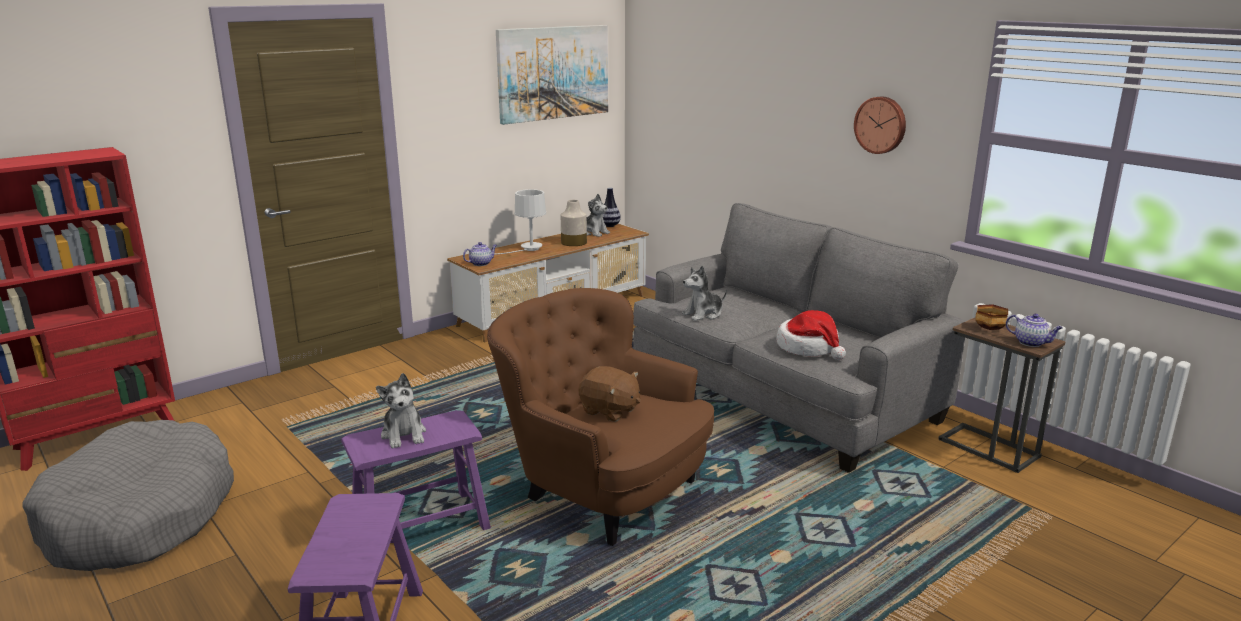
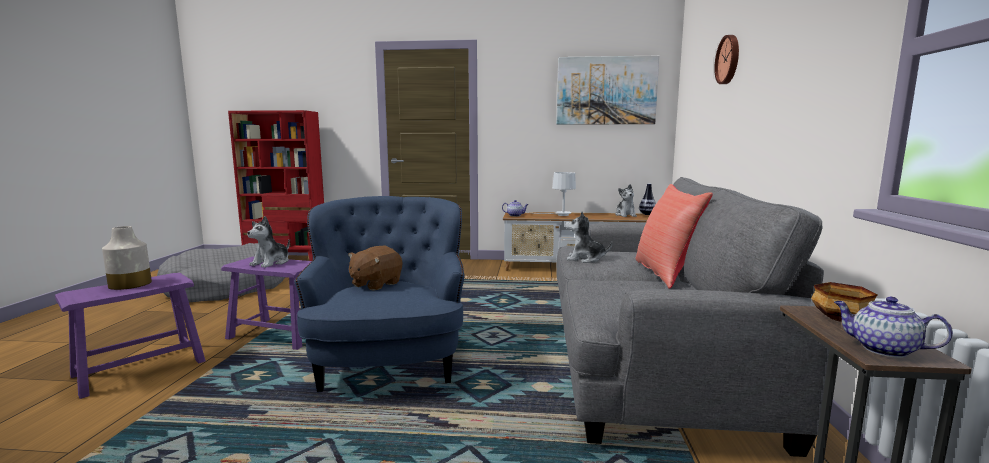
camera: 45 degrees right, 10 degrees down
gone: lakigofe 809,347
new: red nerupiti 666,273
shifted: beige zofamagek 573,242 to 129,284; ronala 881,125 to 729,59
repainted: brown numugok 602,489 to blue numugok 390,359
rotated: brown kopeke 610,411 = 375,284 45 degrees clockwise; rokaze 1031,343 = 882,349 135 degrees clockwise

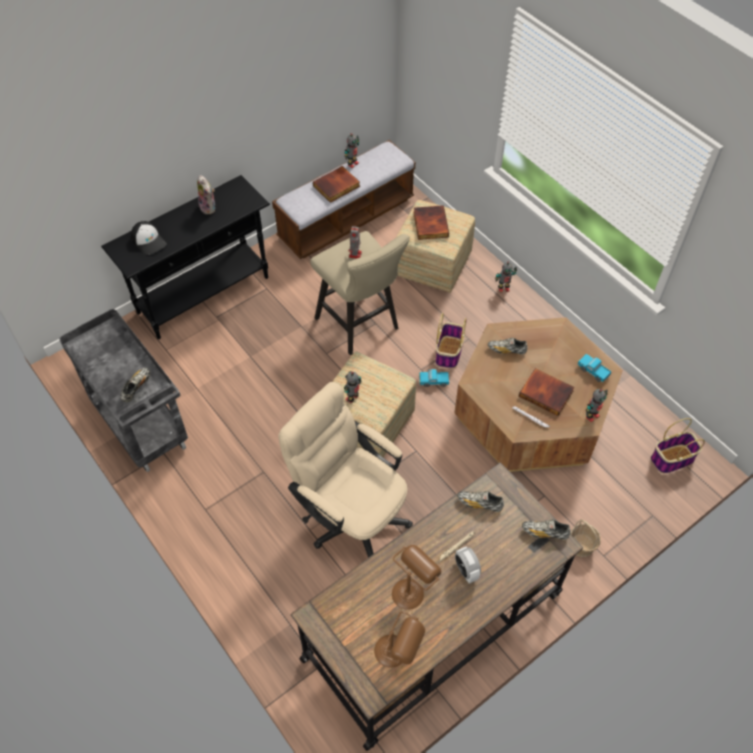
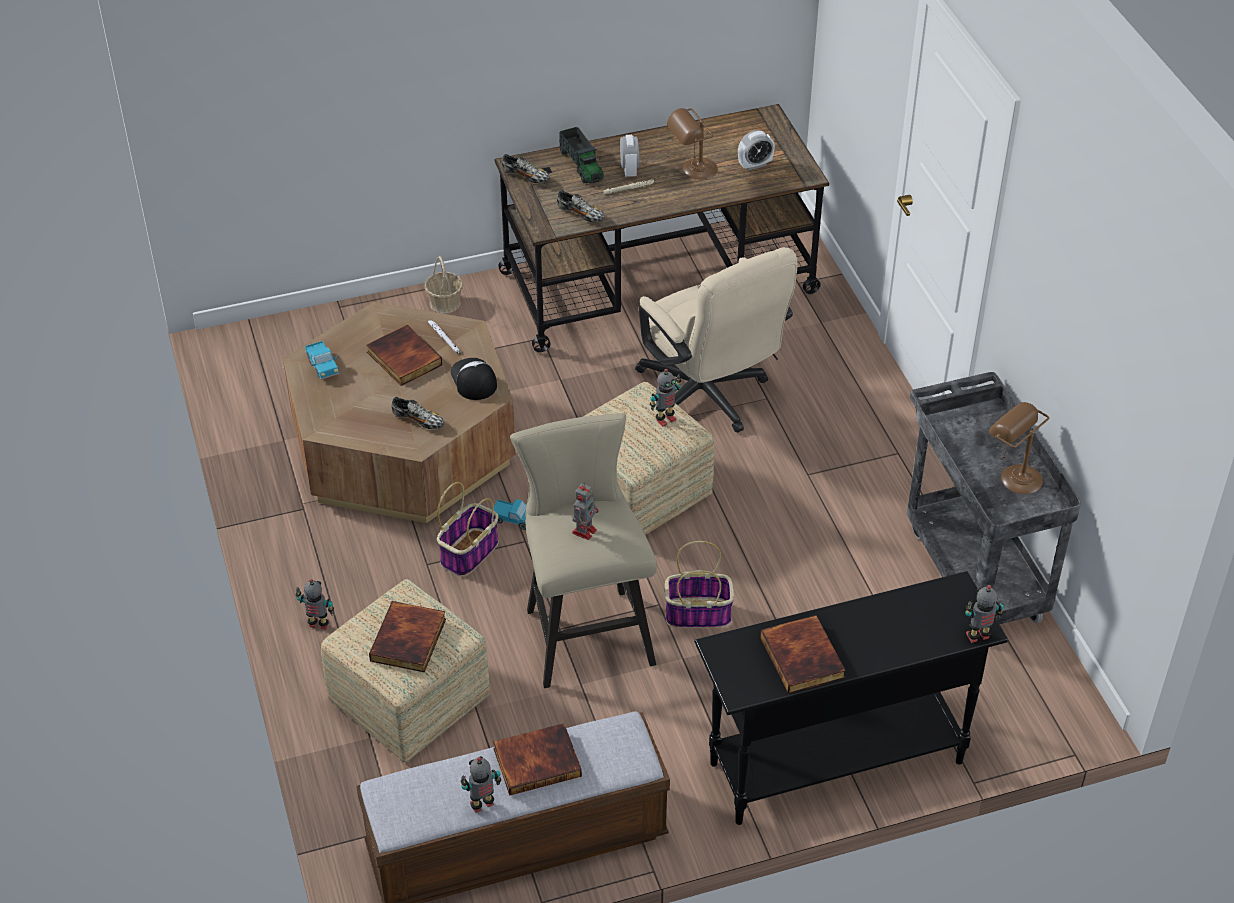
camera: 160 degrees left, 10 degrees down
gone: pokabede 136,387
new: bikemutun 581,165; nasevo 755,165
shifted: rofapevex 149,241 to 473,380; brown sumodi 398,653 to 1013,475; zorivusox 591,416 to 978,637; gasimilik 671,459 to 699,614
swapped: kopeke 209,207 to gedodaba 804,657

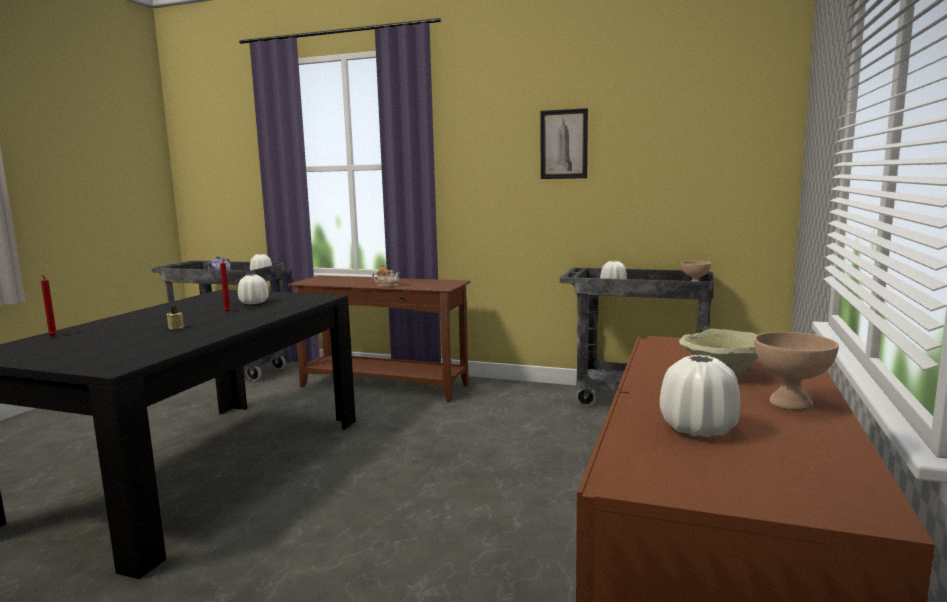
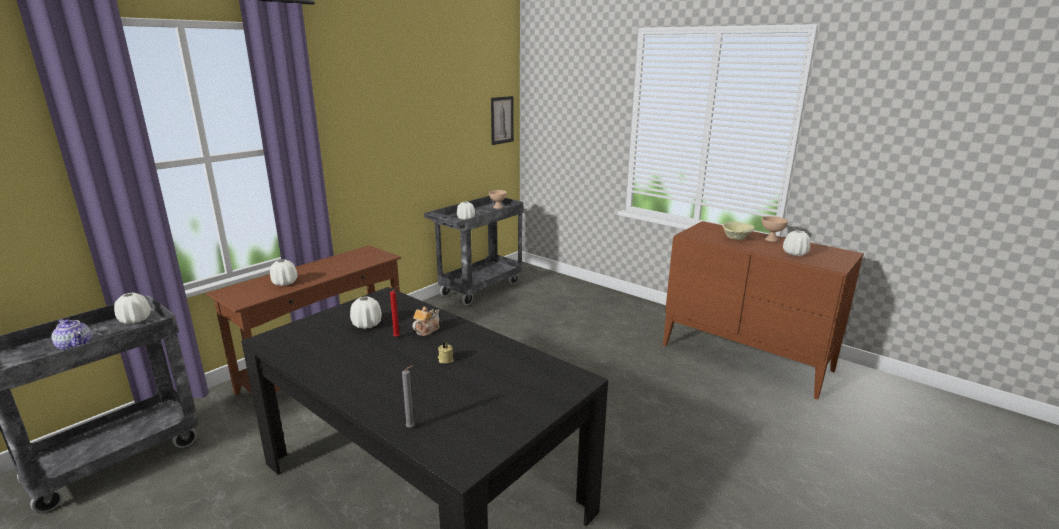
camera: 70 degrees left, 10 degrees up
new: white zofamagek 285,283
shifted: rokaze 387,285 to 426,330; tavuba 564,144 to 502,120
repainted: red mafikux 52,336 to grey mafikux 411,427

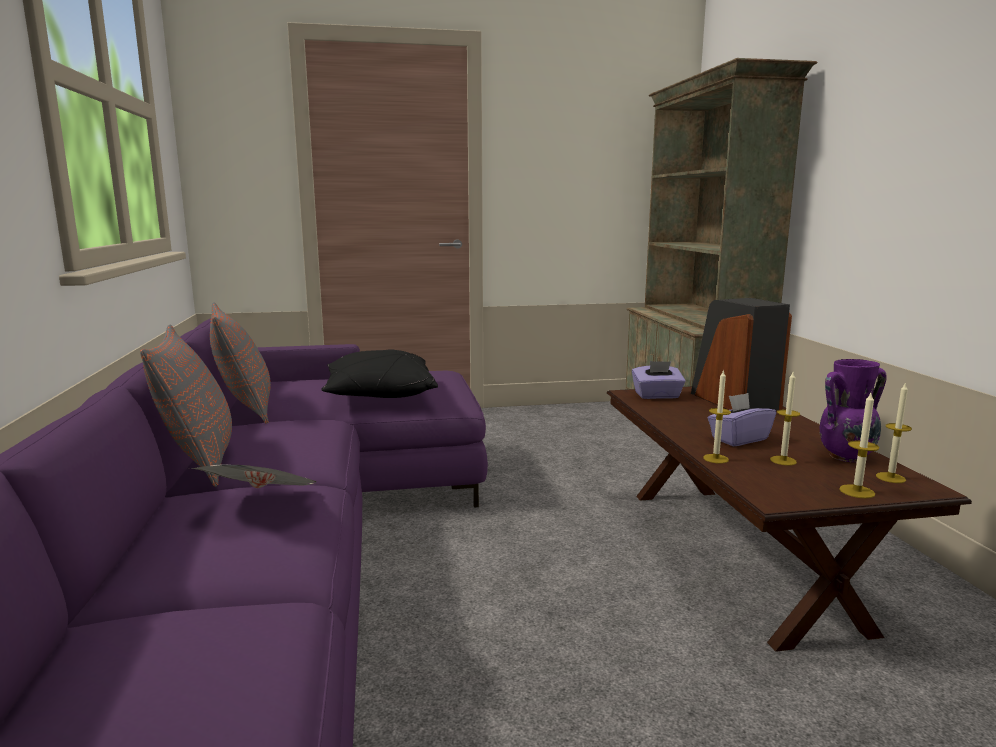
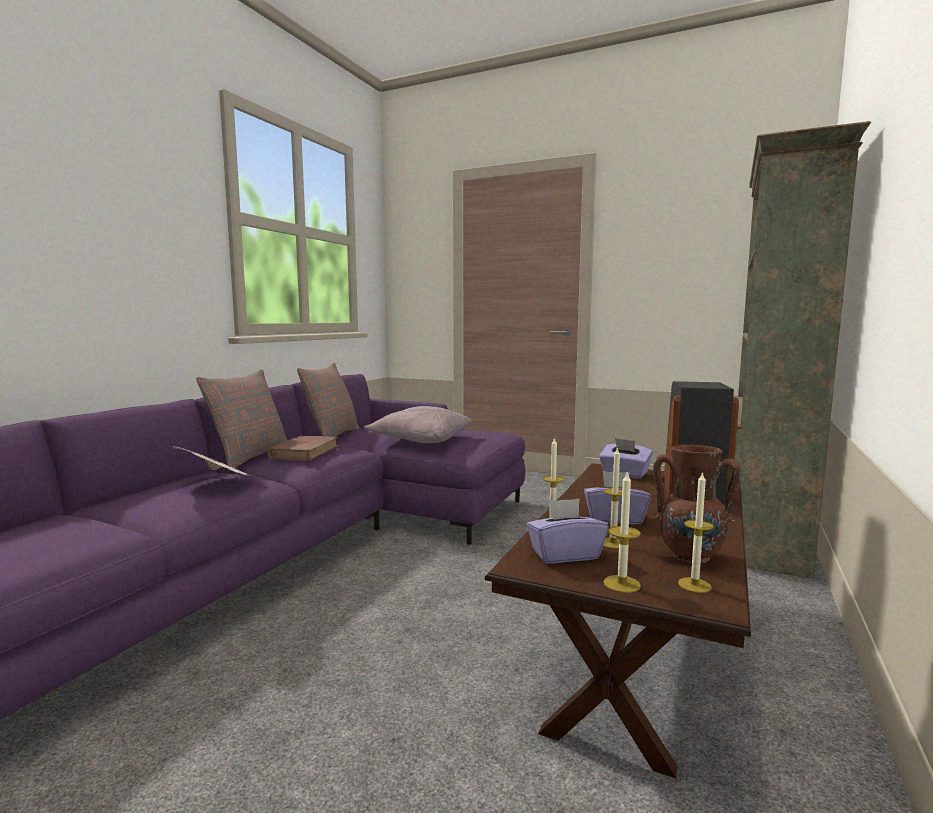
camera: 35 degrees right, 5 degrees down
new: brown gedodaba 305,452; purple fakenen 565,554
repainted: black nerupiti 379,395 to purple nerupiti 421,440; purple zofamagek 844,457 to brown zofamagek 689,557

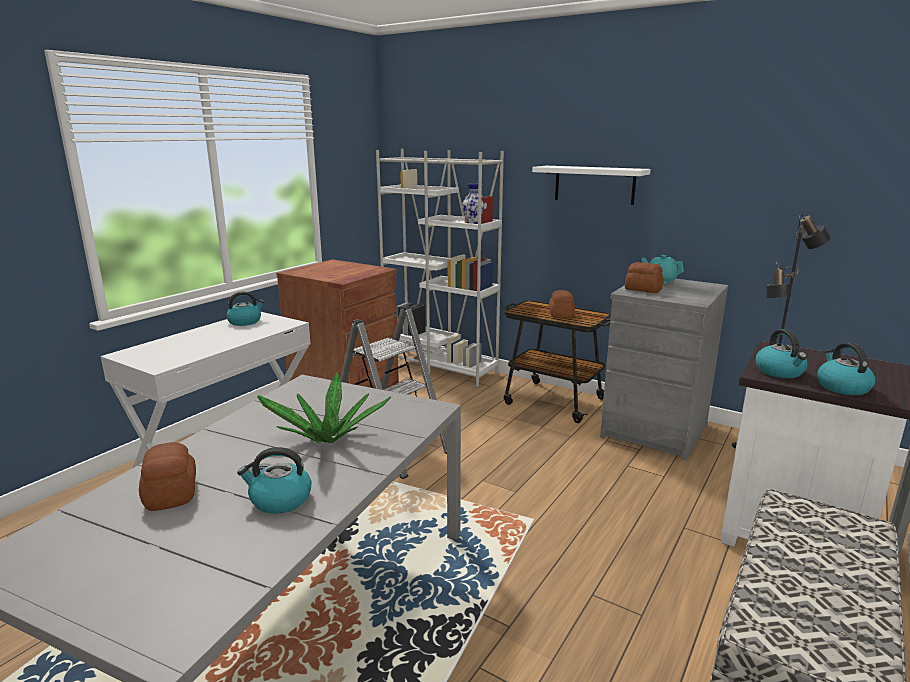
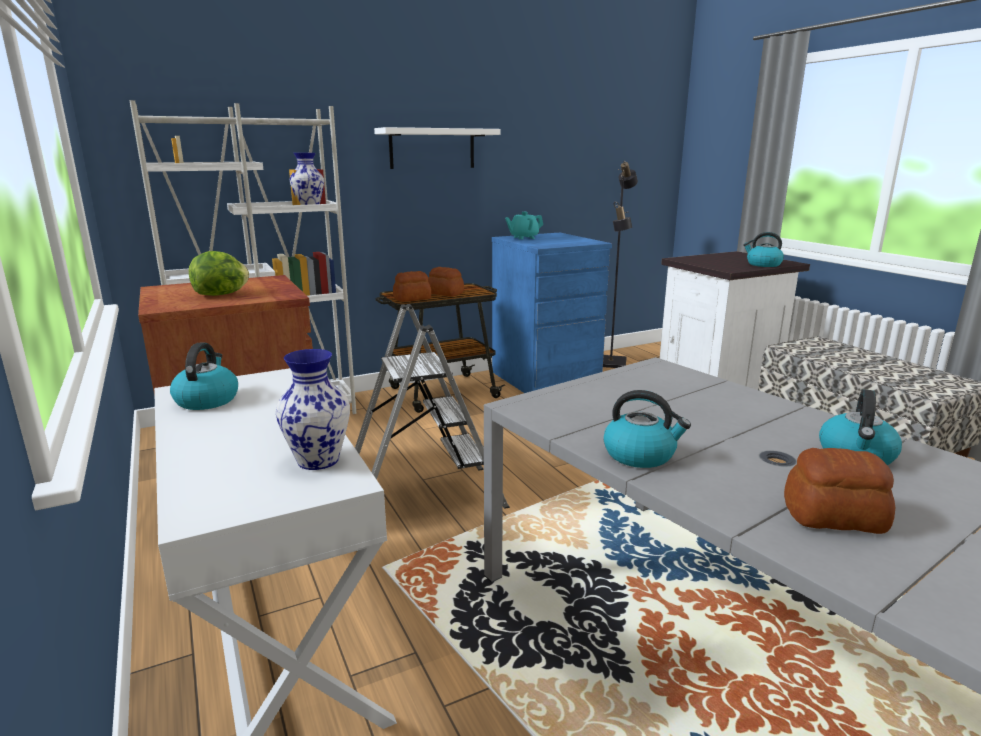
camera: 60 degrees left, 0 degrees up
gone: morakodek 327,439
new: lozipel 221,294; zofamagek 319,460
shifted: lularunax 643,289 to 412,298; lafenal 780,372 to 640,455
repainted: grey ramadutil 655,431 to blue ramadutil 546,378

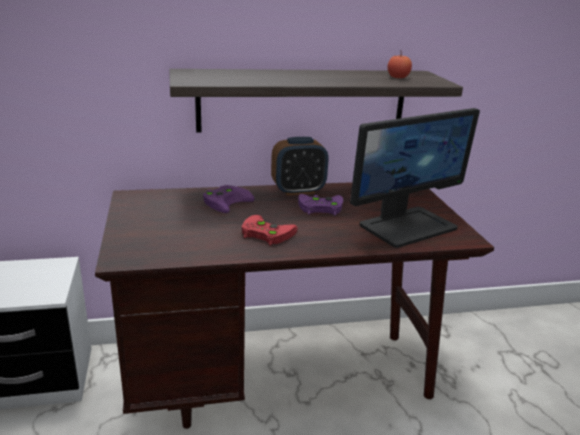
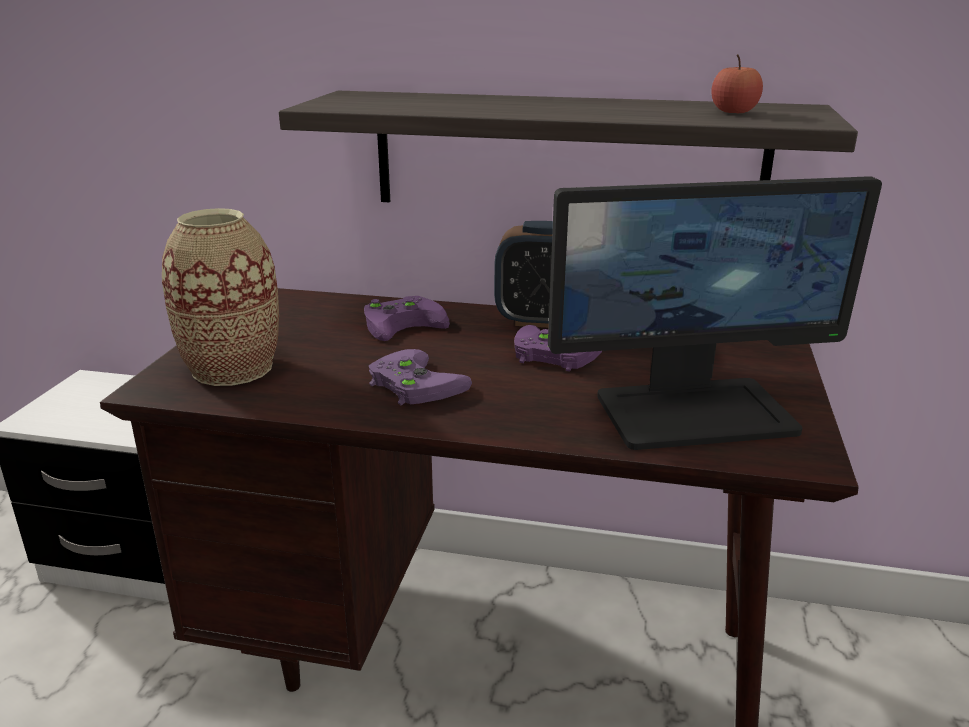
camera: 25 degrees right, 0 degrees up
new: zofamagek 233,368
repainted: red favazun 265,233 to purple favazun 412,384

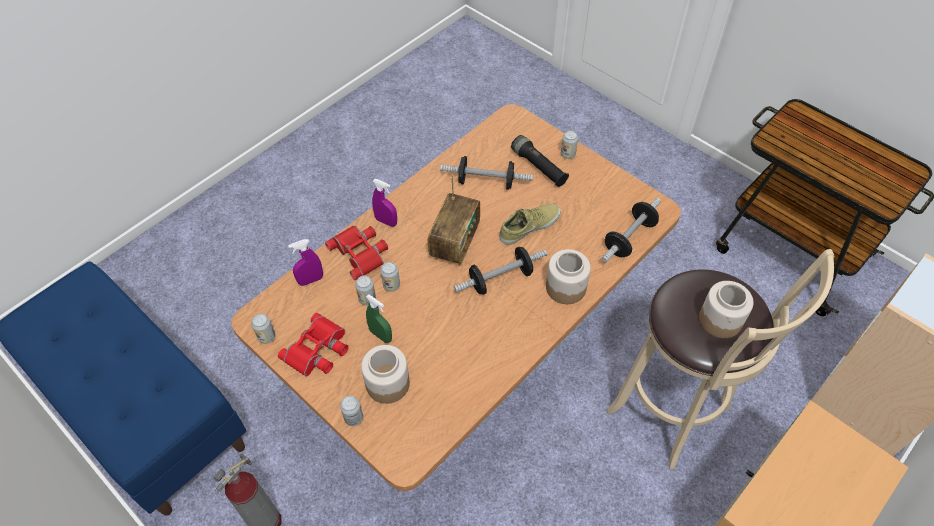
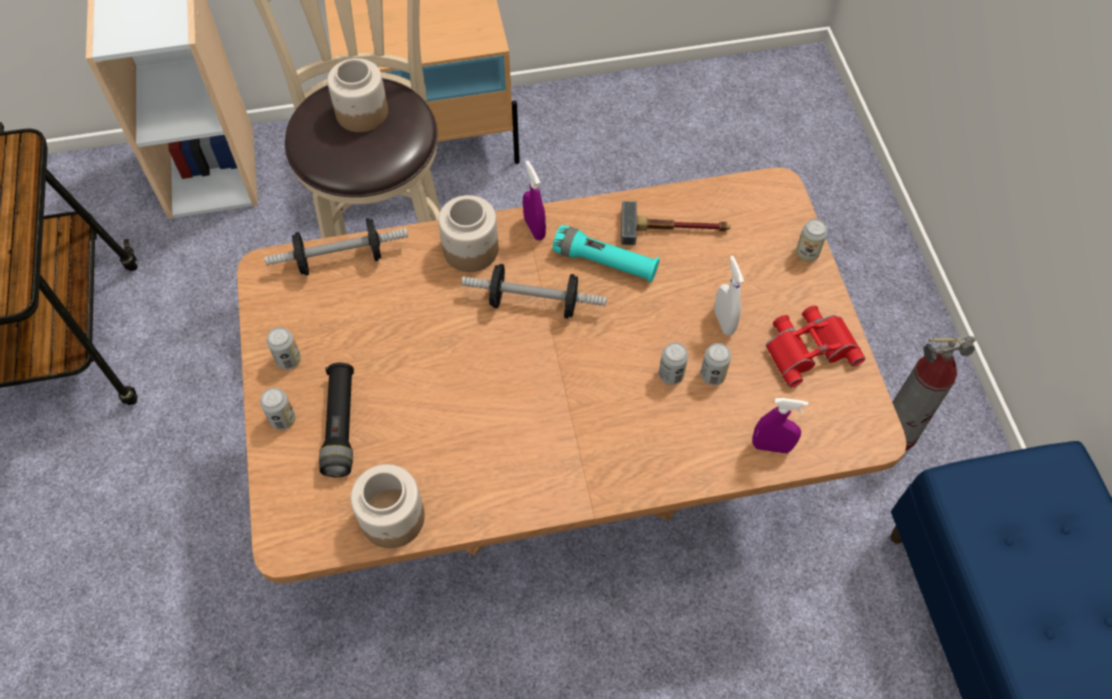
camera: 145 degrees left, 5 degrees up
gone: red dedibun 360,252; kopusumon 455,243; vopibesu 486,182; beige pokabede 529,226
new: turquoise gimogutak 605,262; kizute 675,229
shifted: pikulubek 267,337 to 288,360; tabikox 387,383 to 393,518; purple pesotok 386,221 to 534,228
repainted: green pesotok 381,335 to white pesotok 723,321

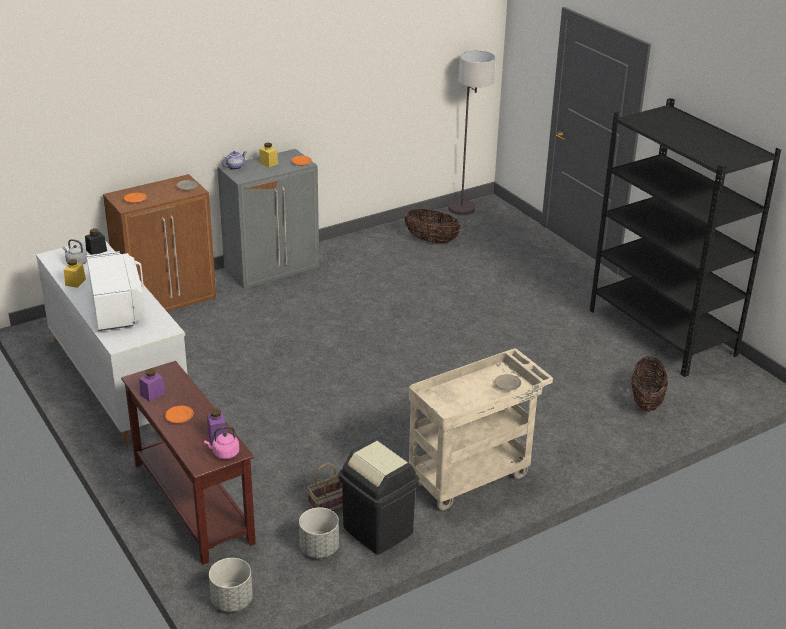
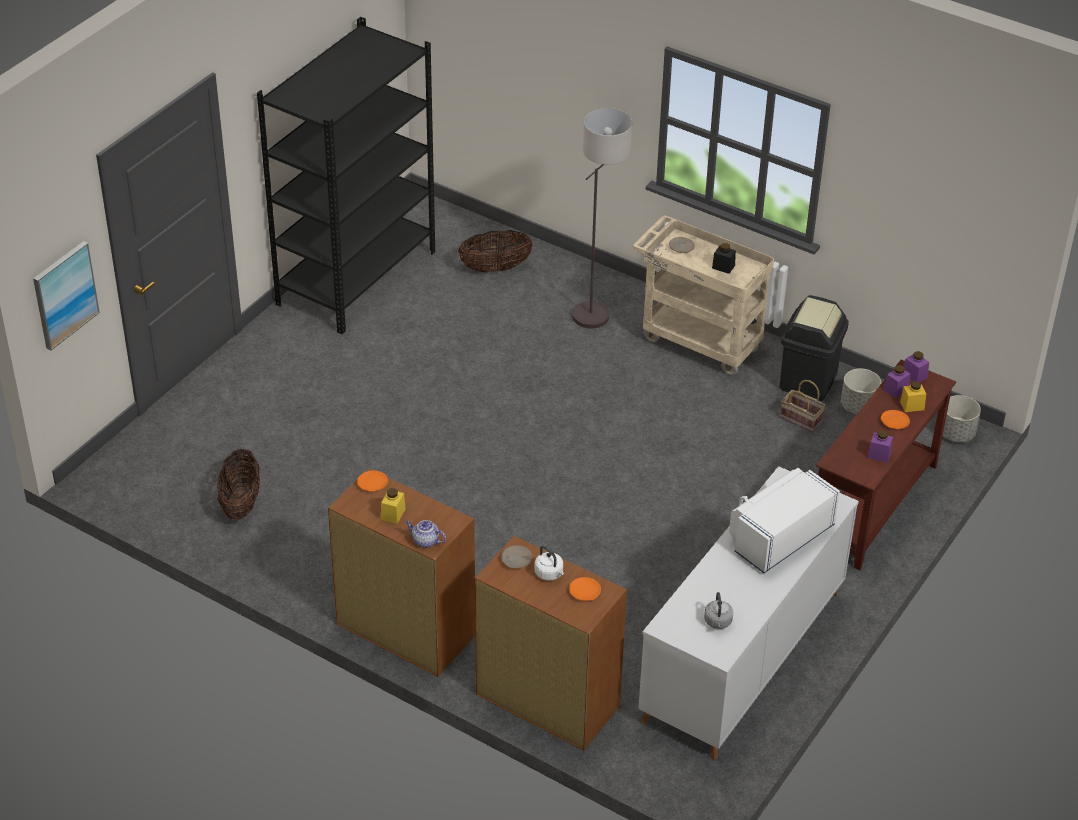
camera: 115 degrees left, 10 degrees up
new: tavuba 64,294; white lafenal 550,574
shifted: yellow tabikox 75,282 to 912,405; black tabikox 96,250 to 723,267; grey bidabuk 466,212 to 596,310
swapped: pink lafenal 224,454 to purple tabikox 914,375
repainted: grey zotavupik 272,268 to brown zotavupik 405,629

